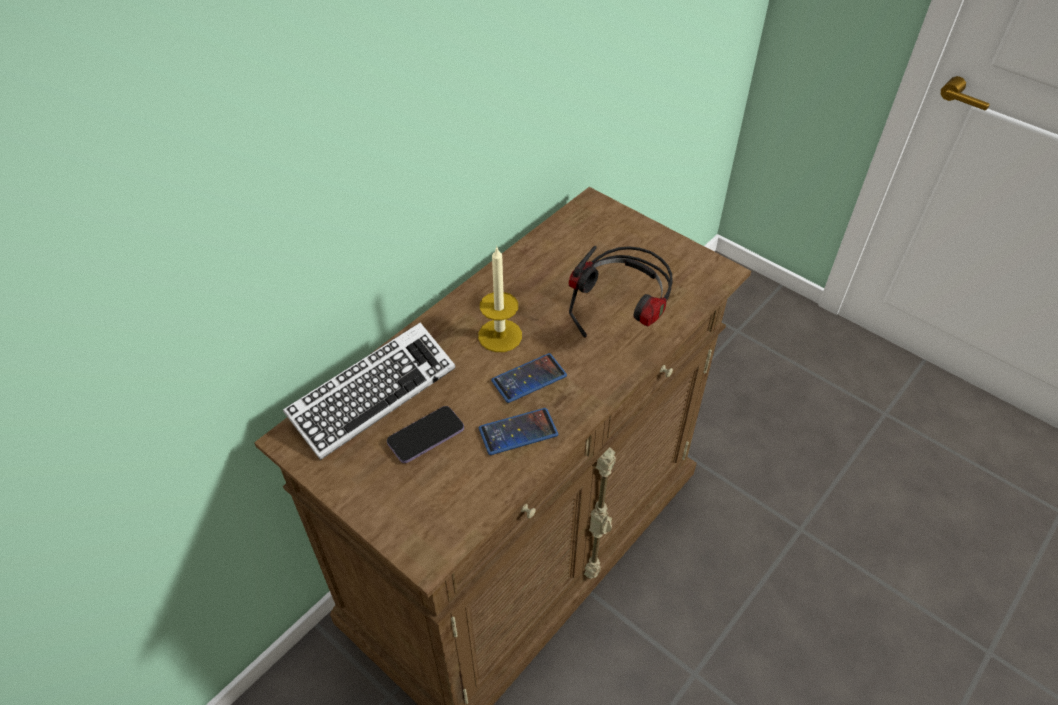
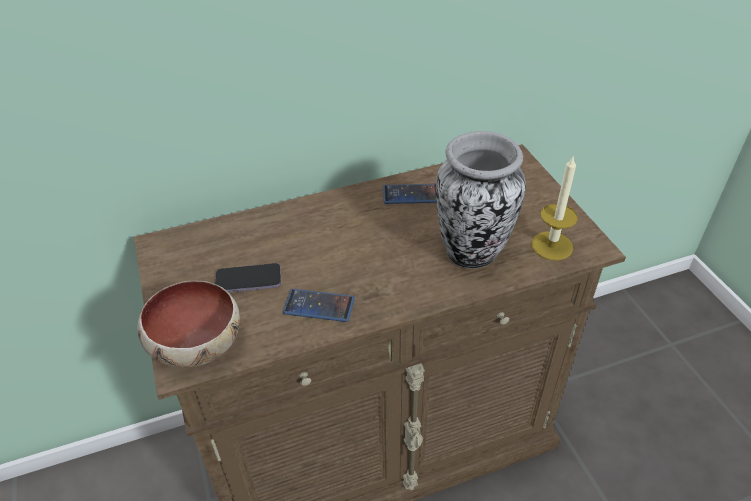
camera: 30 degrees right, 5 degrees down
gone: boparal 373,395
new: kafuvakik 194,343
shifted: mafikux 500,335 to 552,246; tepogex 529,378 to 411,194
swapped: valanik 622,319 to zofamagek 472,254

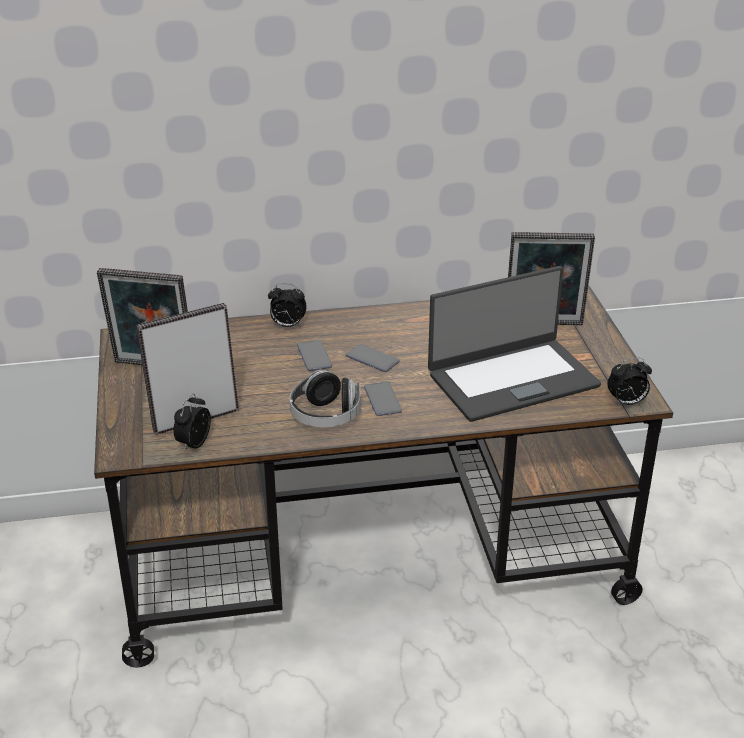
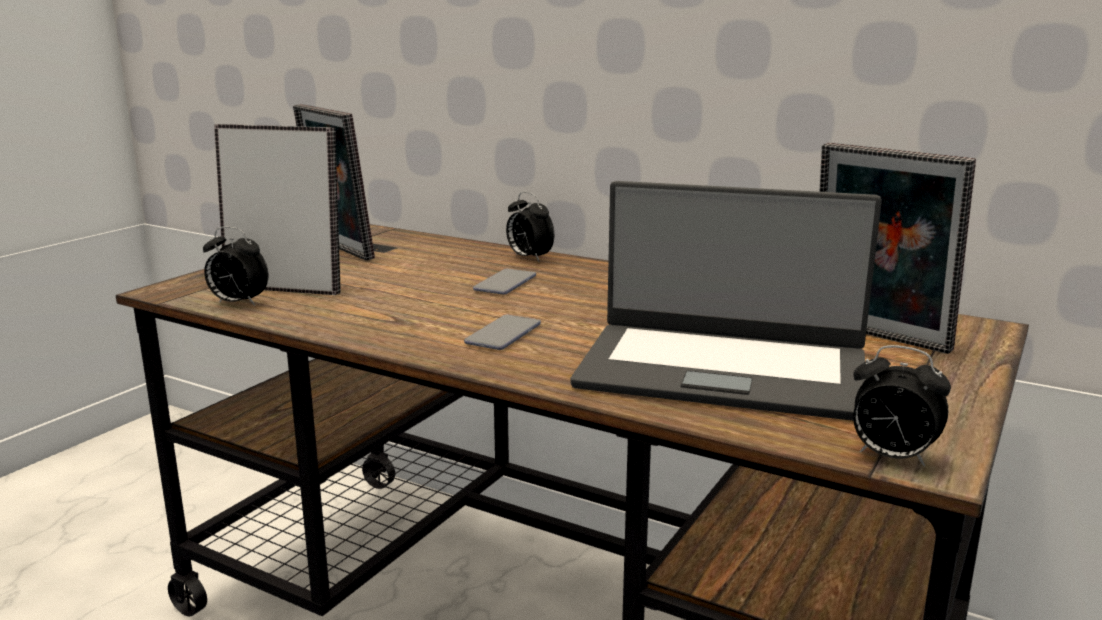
camera: 40 degrees right, 15 degrees down
gone: valanik 326,416; tepogex 372,359
rotated: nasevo 193,443 = 238,303 135 degrees counterclockwise

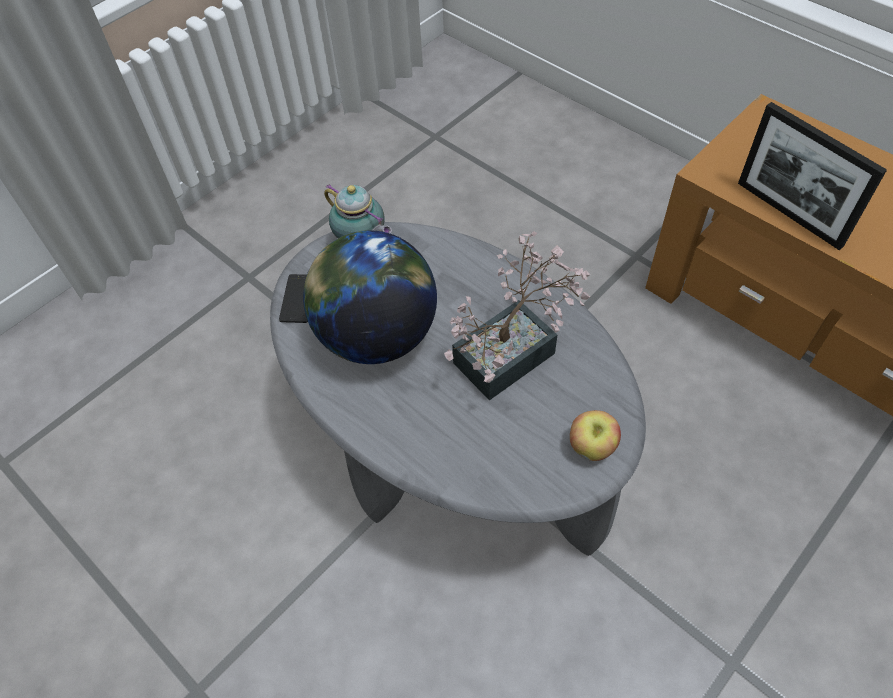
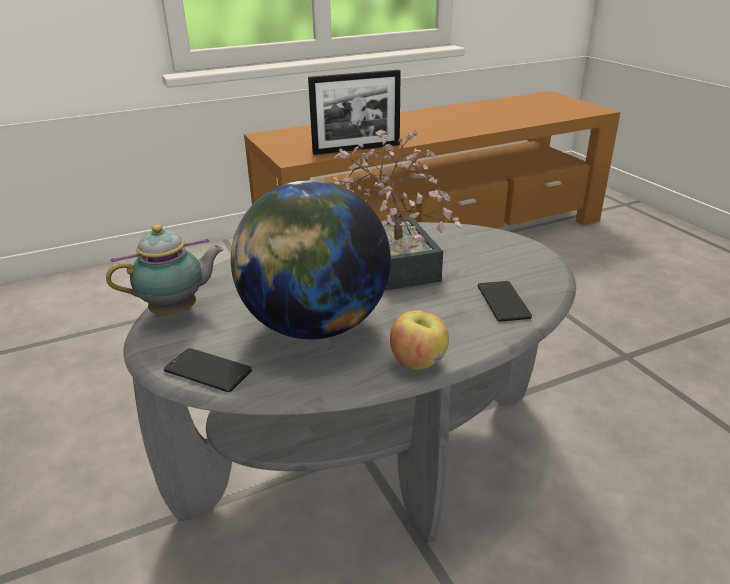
camera: 70 degrees left, 25 degrees down
new: tepogex 503,301
shifted: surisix 592,447 to 418,362

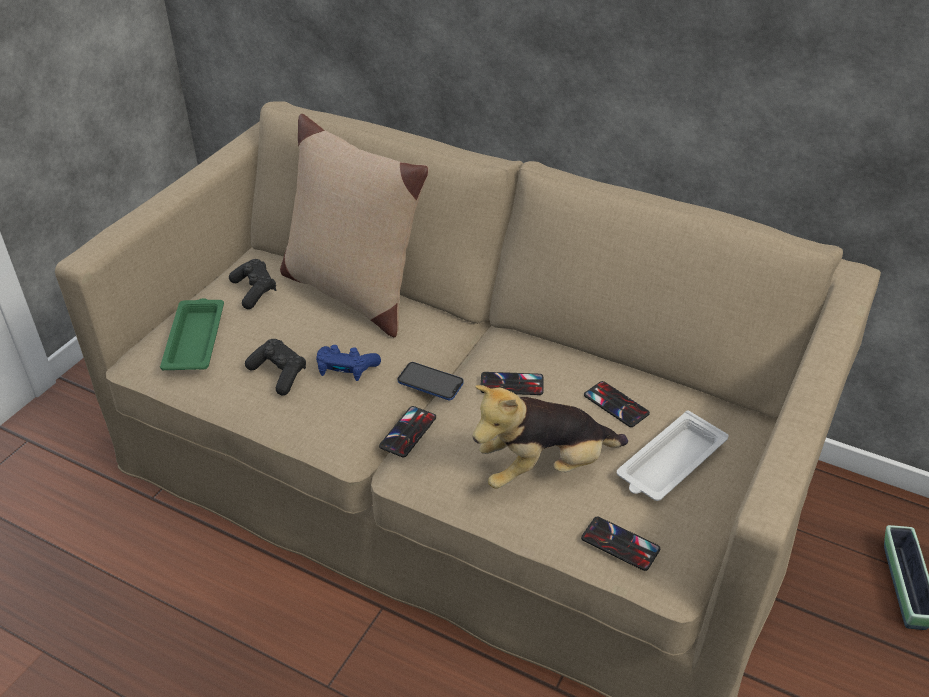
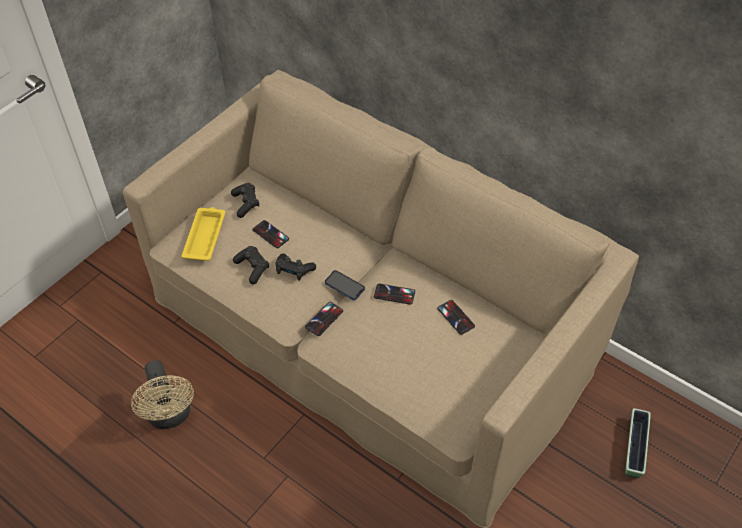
camera: 10 degrees right, 10 degrees up
gone: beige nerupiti 351,291; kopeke 544,468; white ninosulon 669,463
new: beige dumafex 170,416
shifted: tepogex 620,544 to 270,234
repainted: green ninosulon 195,339 to yellow ninosulon 205,236; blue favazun 346,370 to black favazun 294,271

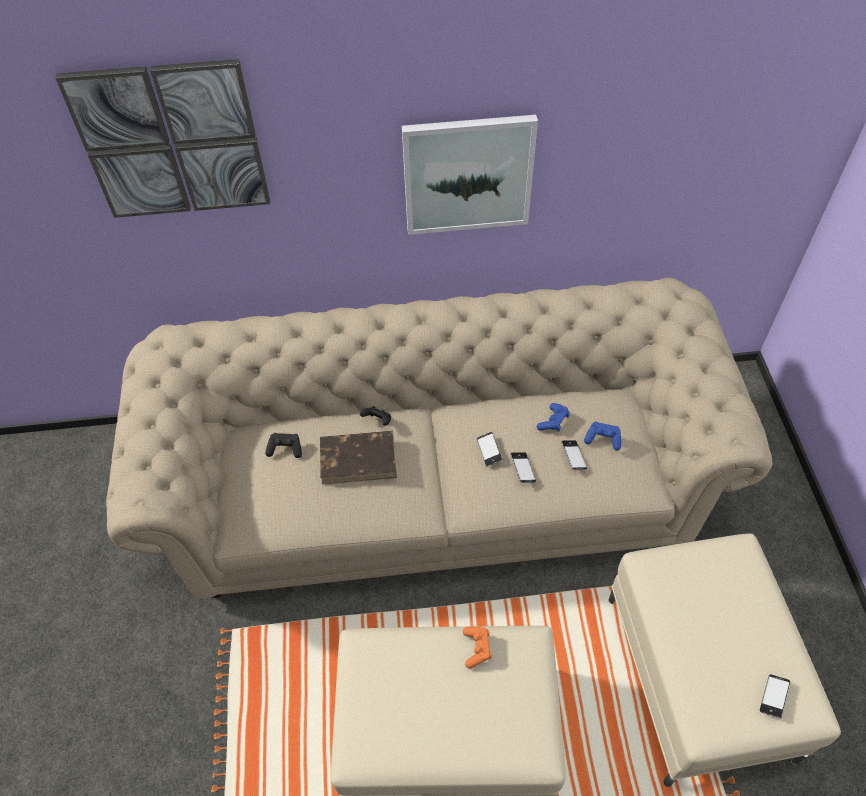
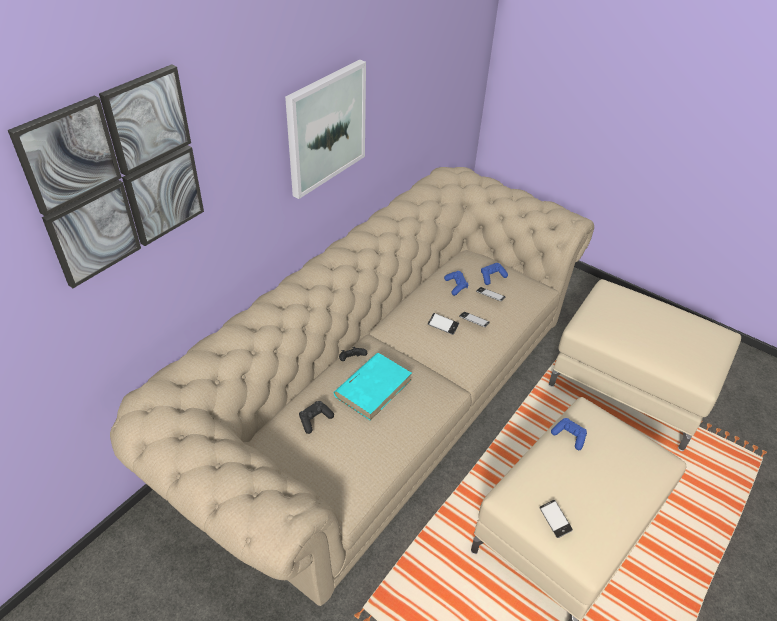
camera: 50 degrees left, 10 degrees down
shifted: tepogex 773,697 to 555,520
repainted: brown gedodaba 359,459 to turquoise gedodaba 373,387; orange favazun 477,648 to blue favazun 569,436

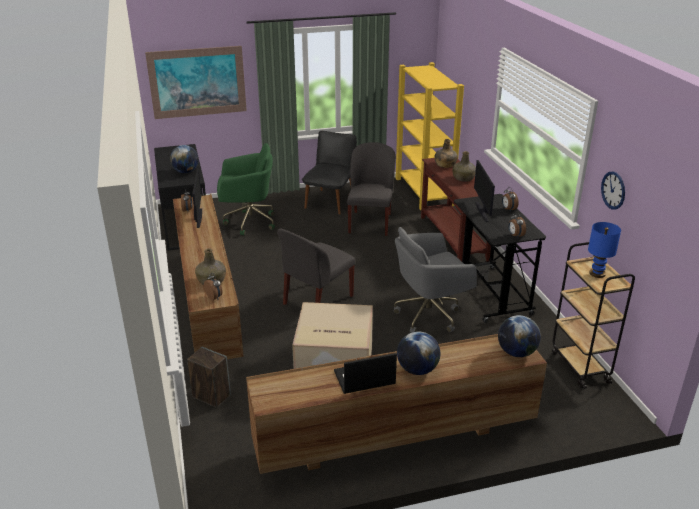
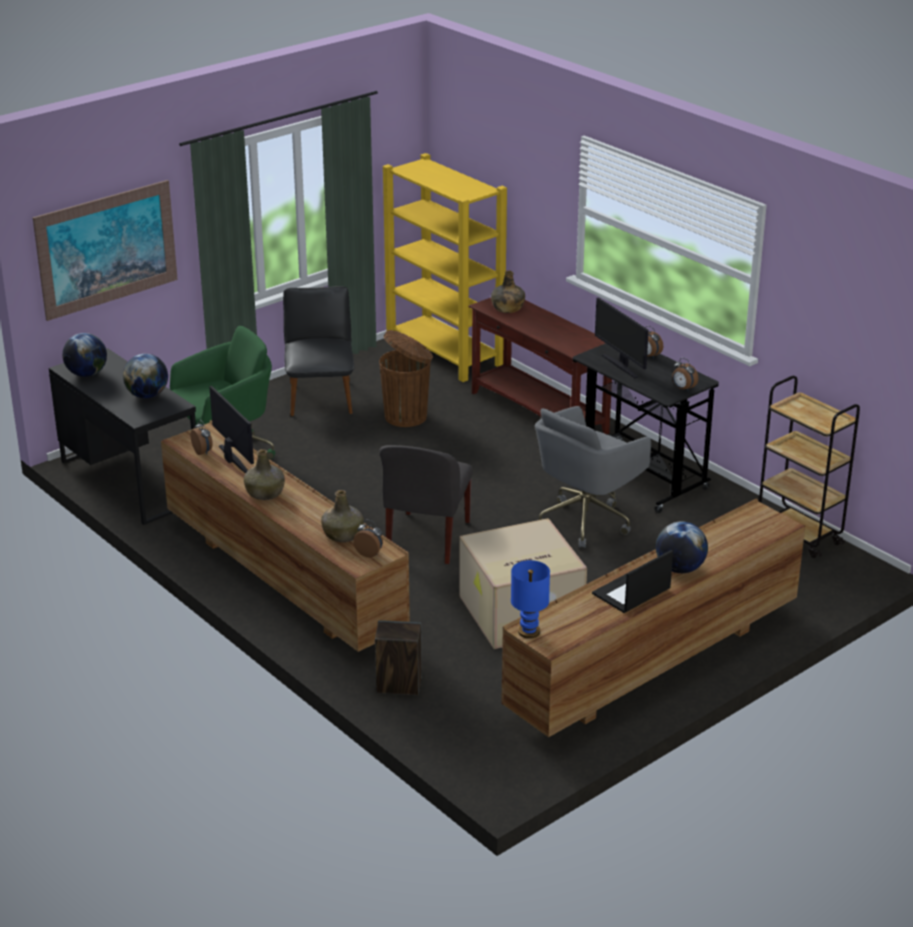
camera: 25 degrees left, 0 degrees up
gone: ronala 613,190
shifted: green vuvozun 463,178 to 265,493; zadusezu 516,352 to 86,374; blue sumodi 597,273 to 529,631
swapped: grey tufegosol 370,223 to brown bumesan 407,416

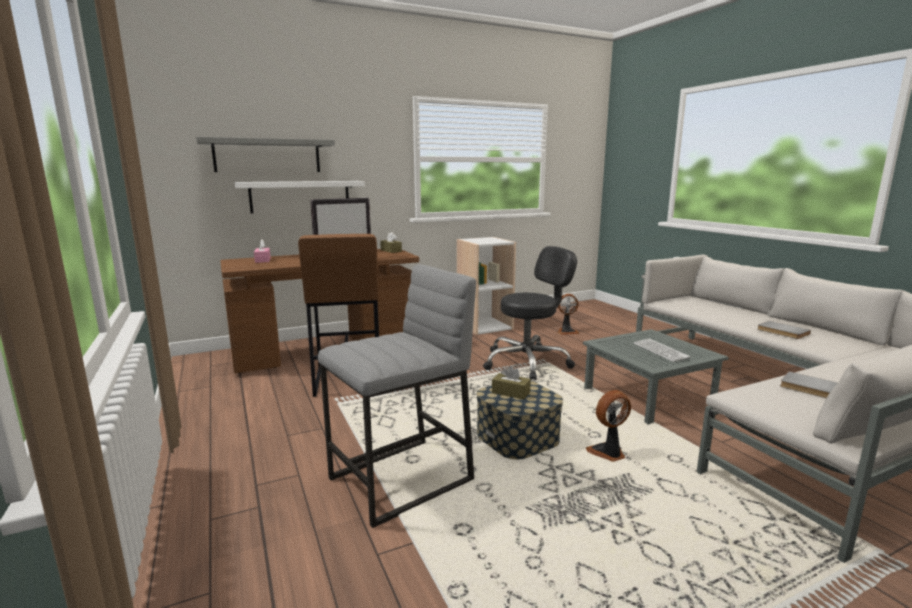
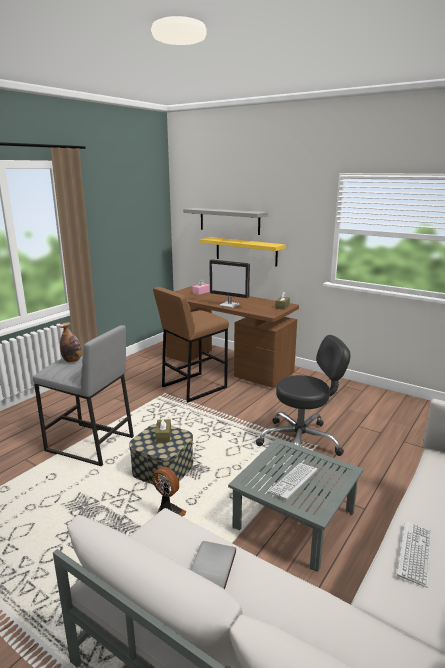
camera: 60 degrees right, 5 degrees up
gone: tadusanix 485,325; dumafex 566,331
new: vuvozun 72,360
swapped: grey gedodaba 782,332 to boparal 415,553
repainted: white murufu 300,196 to yellow murufu 246,251
rotated: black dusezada 530,362 = 303,441 45 degrees counterclockwise

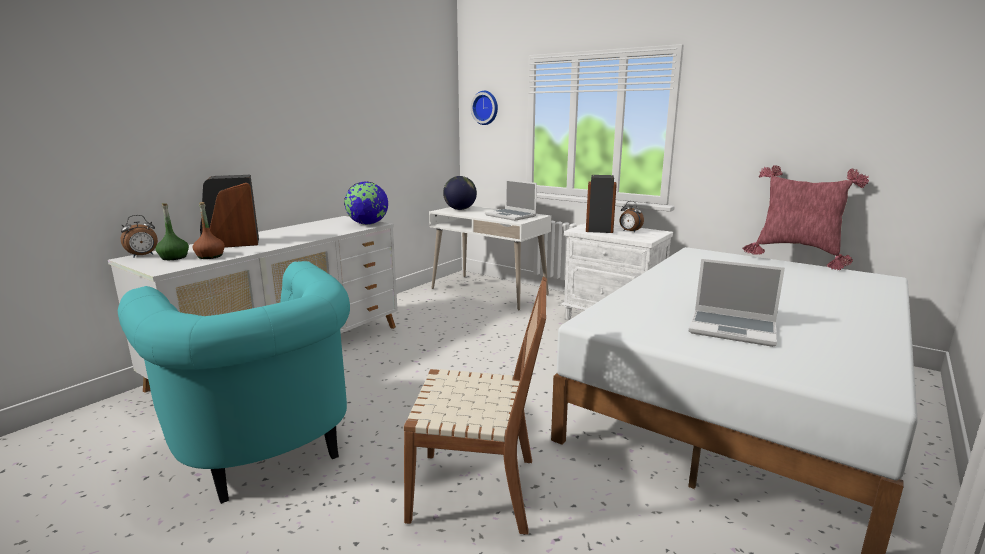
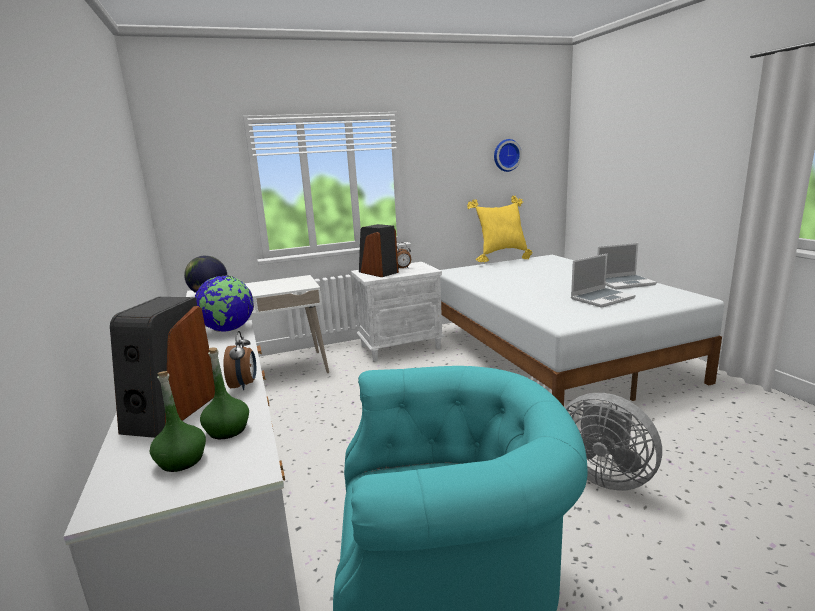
camera: 55 degrees left, 0 degrees up
shifted: nasevo 143,256 to 244,385; ronala 486,108 to 506,155; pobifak 511,216 to 625,283
swapped: tufegosol 480,491 to grey dumafex 604,475
repainted: brown vuvozun 210,256 to green vuvozun 228,430; red nerupiti 795,260 to yellow nerupiti 500,260

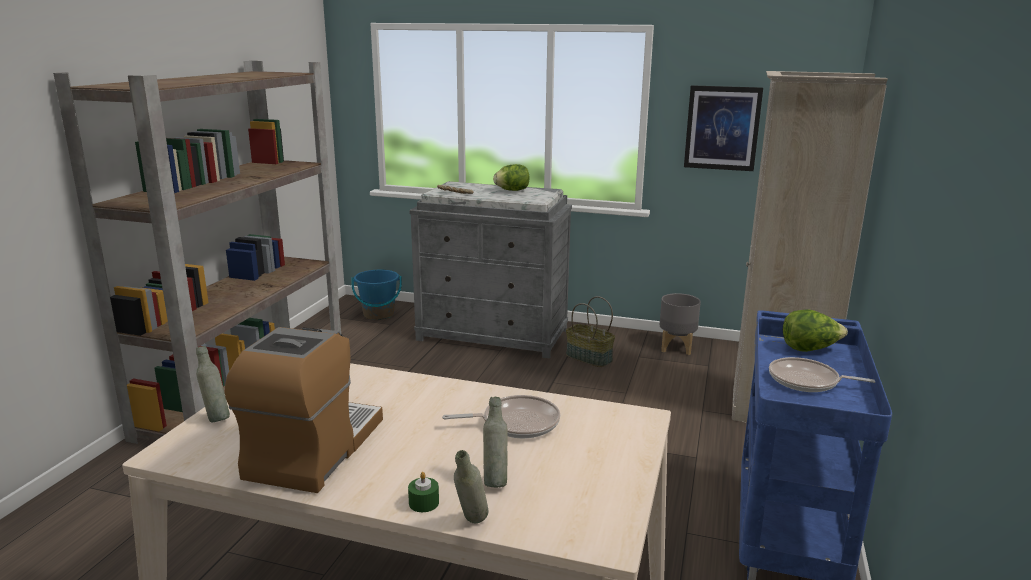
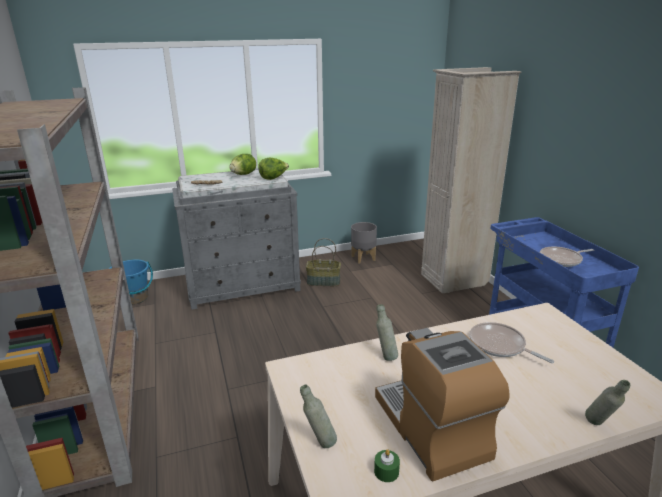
camera: 35 degrees left, 5 degrees up
gone: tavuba 722,128
shifted: green mafikux 424,503 to 386,471; grey vuvozun 495,481 to 385,356; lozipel 809,349 to 273,178
rotated: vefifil 516,423 = 499,346 90 degrees counterclockwise

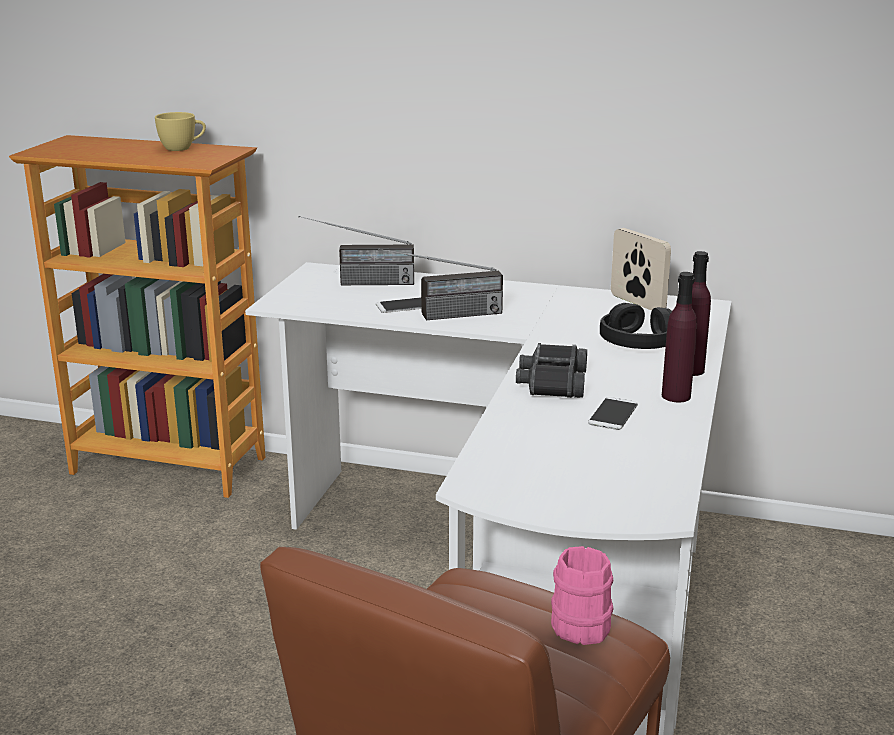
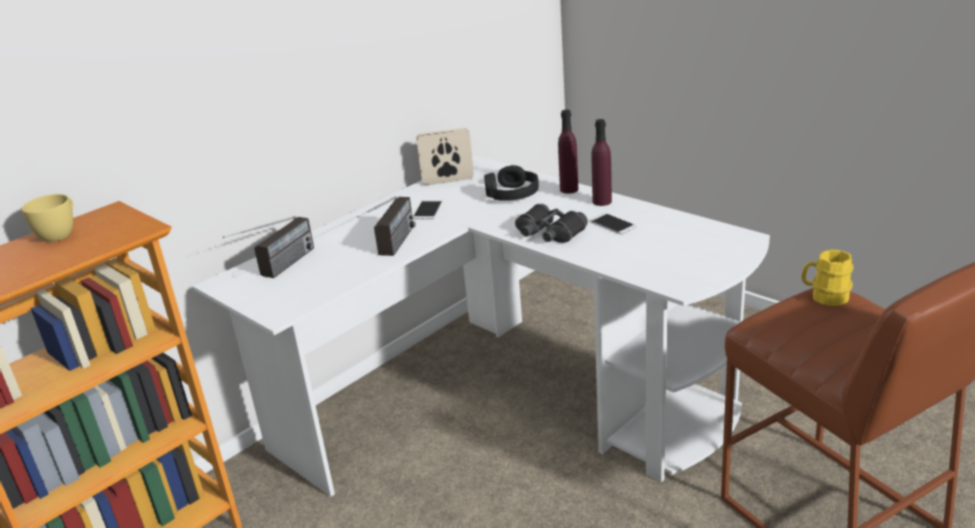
camera: 60 degrees left, 5 degrees up
shifted: tepogex 404,306 to 427,210
repainted: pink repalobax 578,621 to yellow repalobax 824,297

